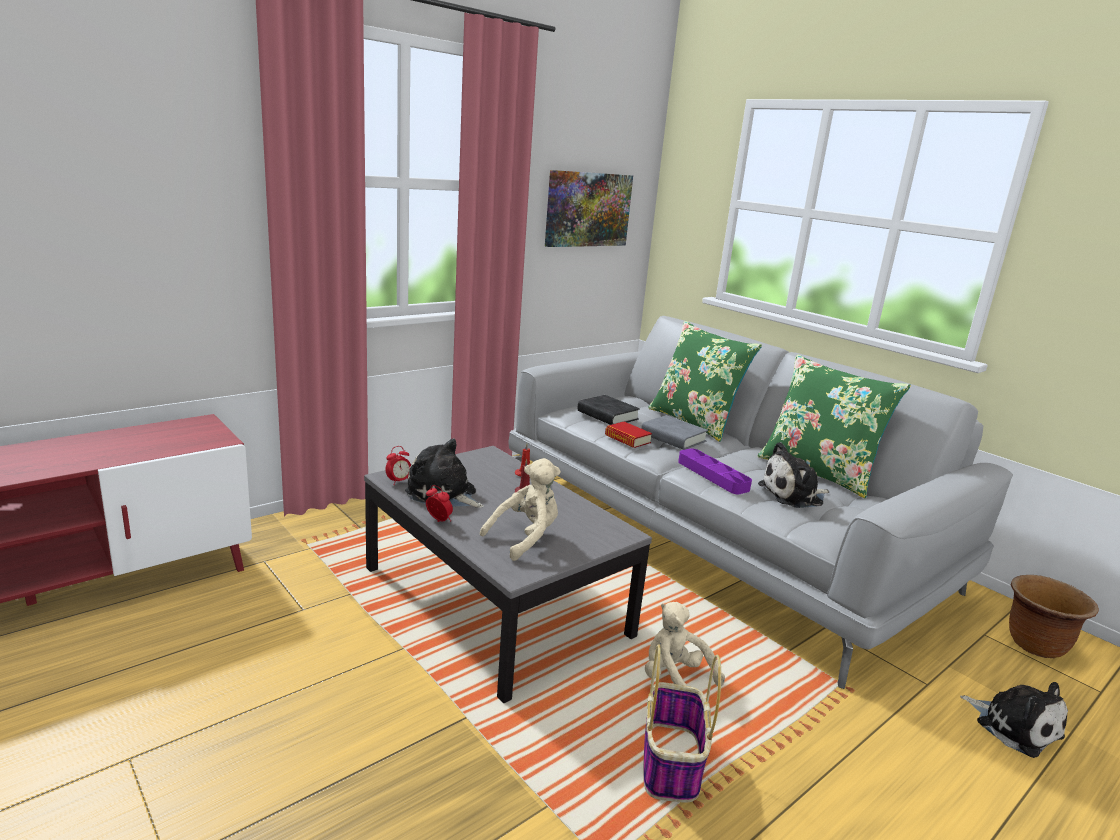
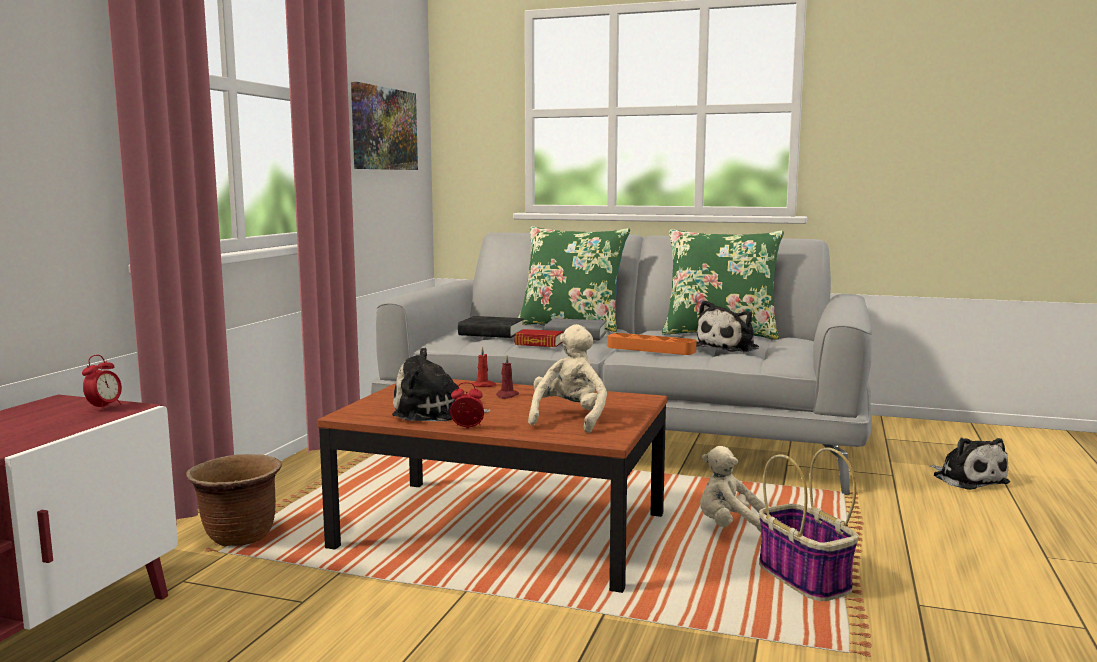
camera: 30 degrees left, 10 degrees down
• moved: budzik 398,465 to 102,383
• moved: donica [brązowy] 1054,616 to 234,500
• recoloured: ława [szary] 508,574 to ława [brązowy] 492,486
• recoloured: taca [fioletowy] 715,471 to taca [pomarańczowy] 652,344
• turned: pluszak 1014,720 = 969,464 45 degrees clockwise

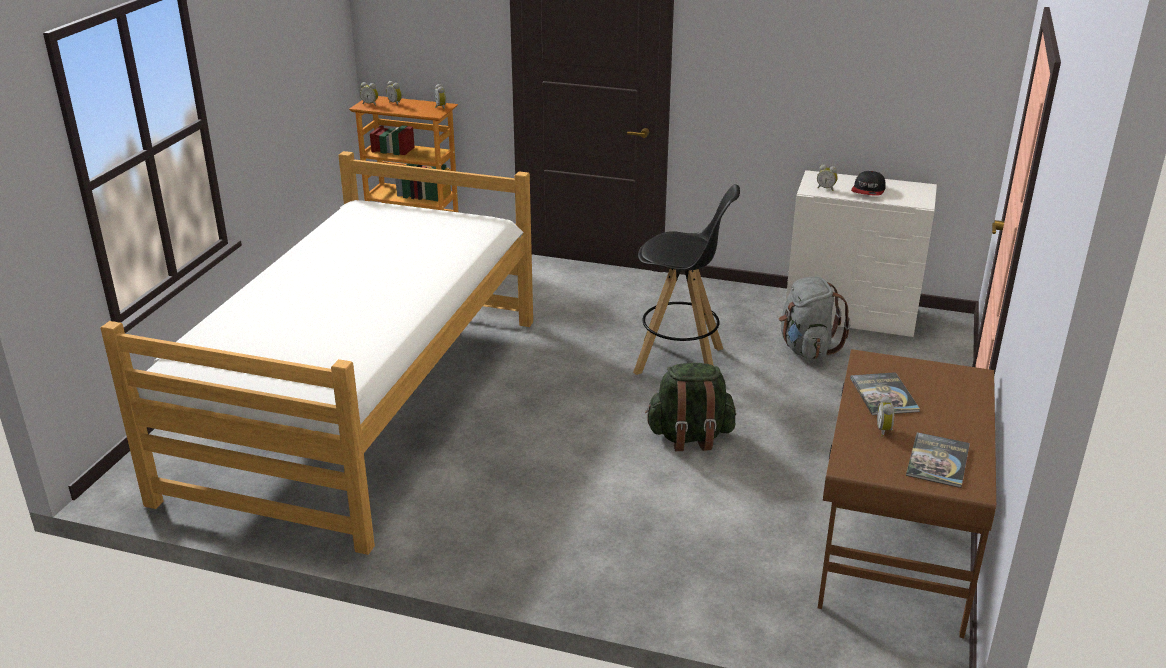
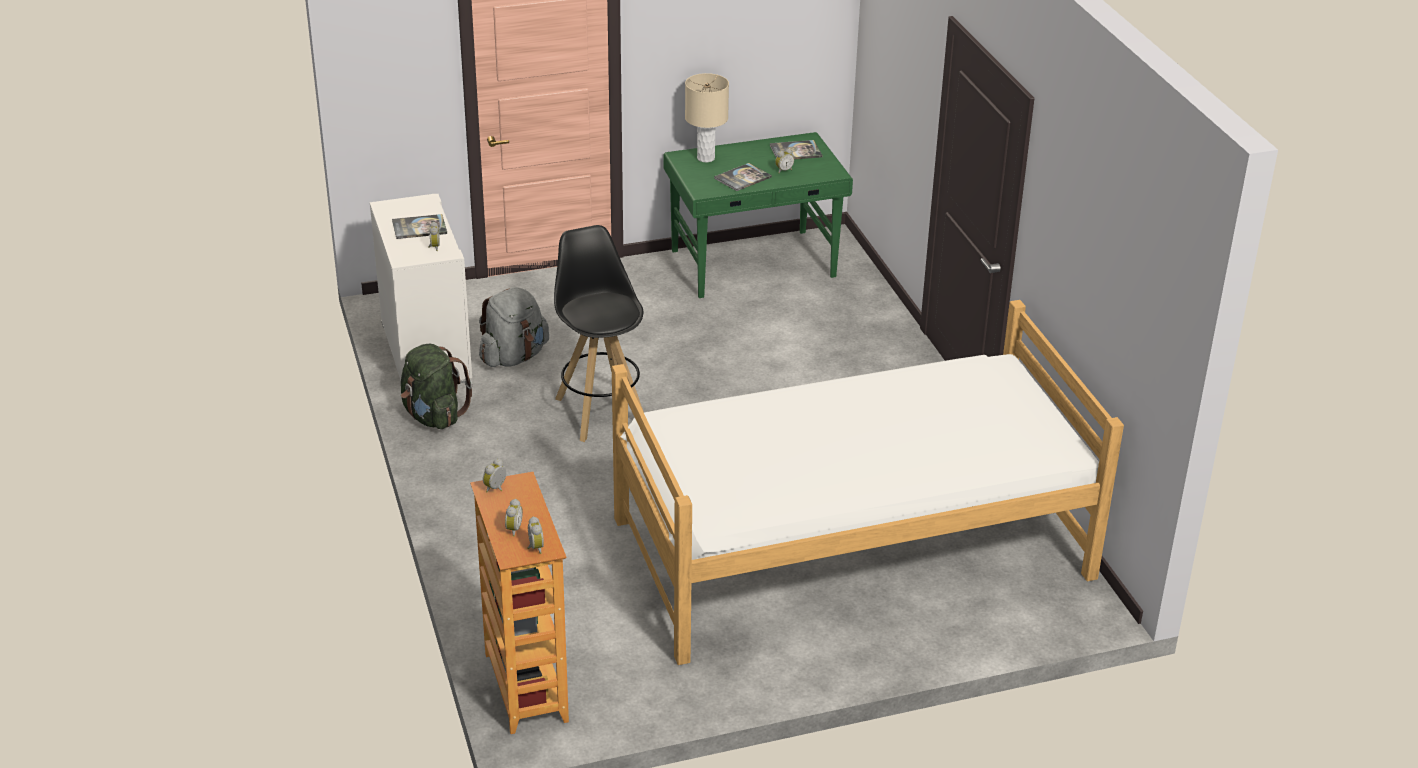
camera: 125 degrees left, 5 degrees up
• replaced: czapka z daszkiem 868,183 to książka 419,226
• moved: plecak [zielony] 690,407 to 437,386
• recoloured: biurko [brązowy] 907,493 to biurko [zielony] 758,215
• added: lampa stołowa [beżowy] 707,117

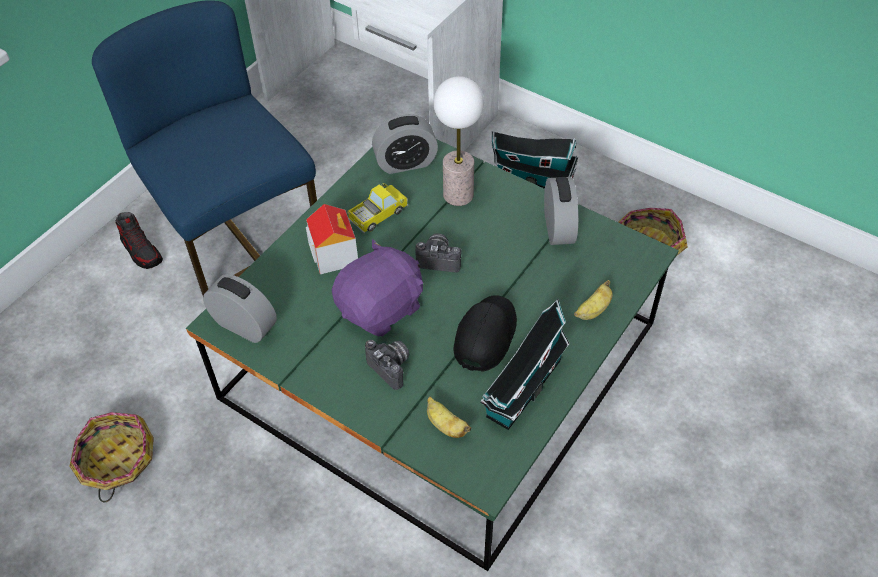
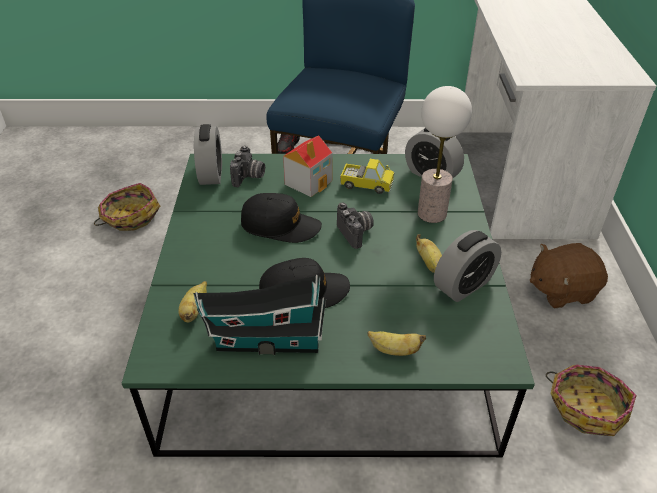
camera: 55 degrees right, 10 degrees down
• moved: aparat fotograficzny 387,365 to 247,166
• replaced: pluszak [fioletowy] 377,288 to czapka z daszkiem [czarny] 281,218
• added: banan 429,253
• replaced: domek 534,160 to pluszak [brązowy] 569,276

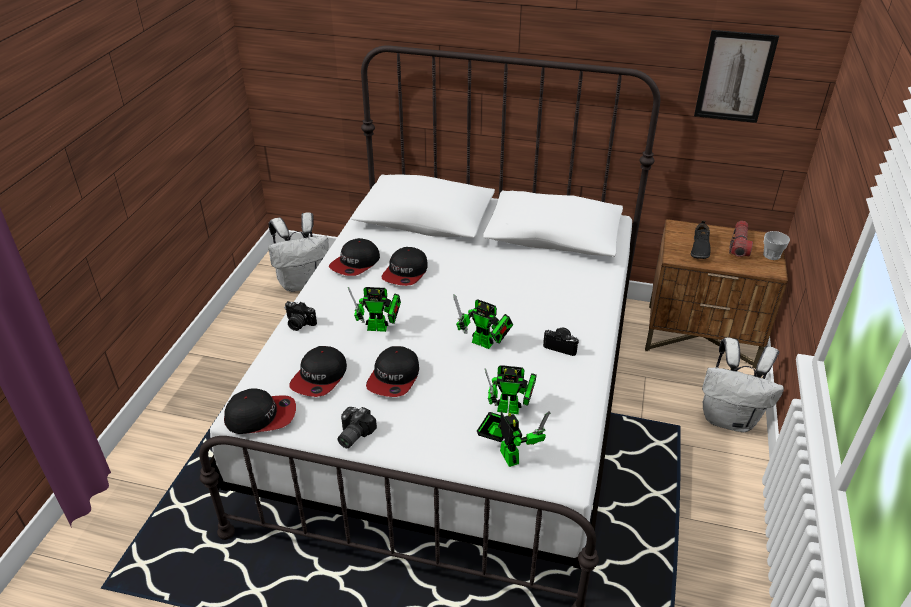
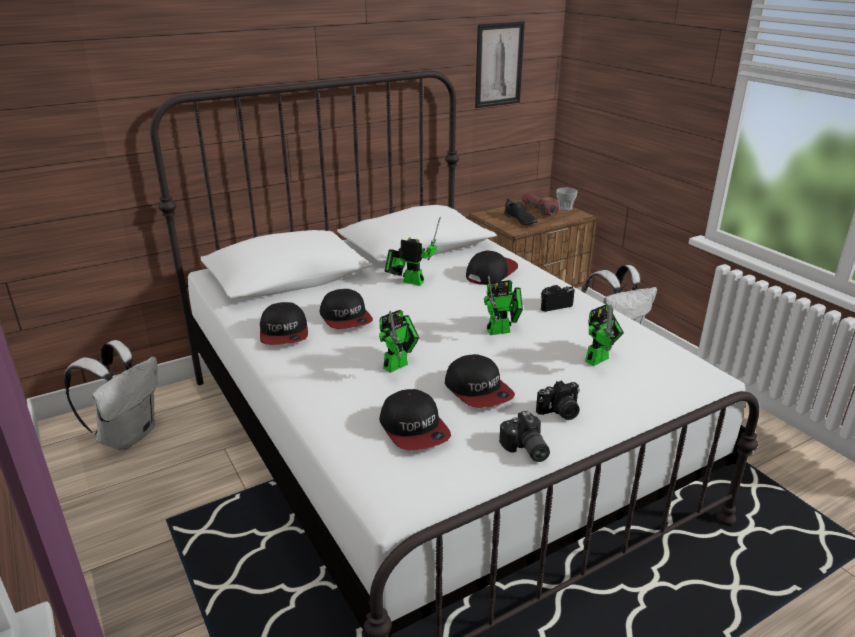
camera: 45 degrees left, 10 degrees down
• moved: robot zabawkowy 513,439 to 413,251
• moved: czapka z daszkiem 260,411 to 492,268
• moved: aparat fotograficzny 300,316 to 558,400

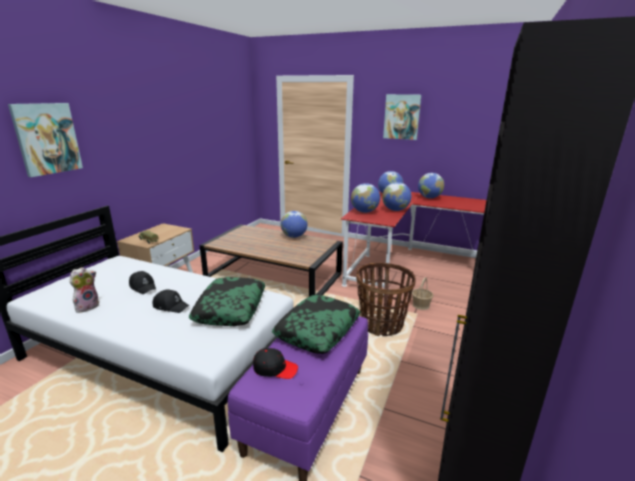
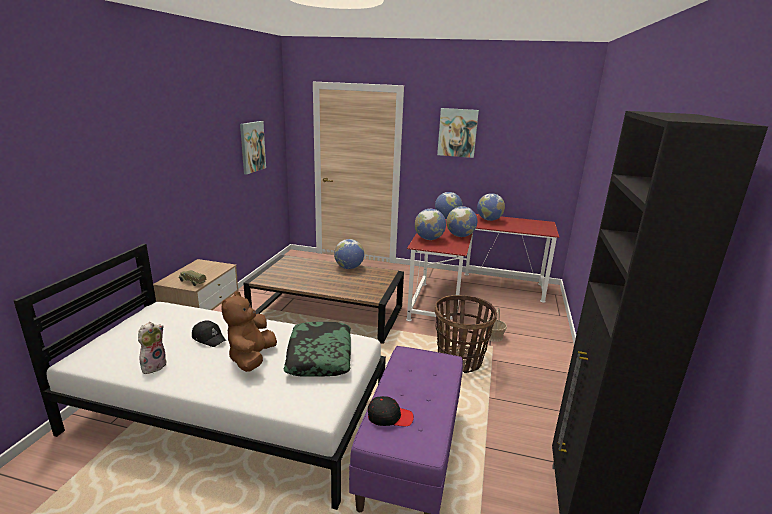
camera: 10 degrees left, 0 degrees up
• replaced: czapka z daszkiem [czarny] 170,301 to pluszak [brązowy] 249,331
• moved: obraz 45,140 to 253,147
• removed: poduszka 316,324

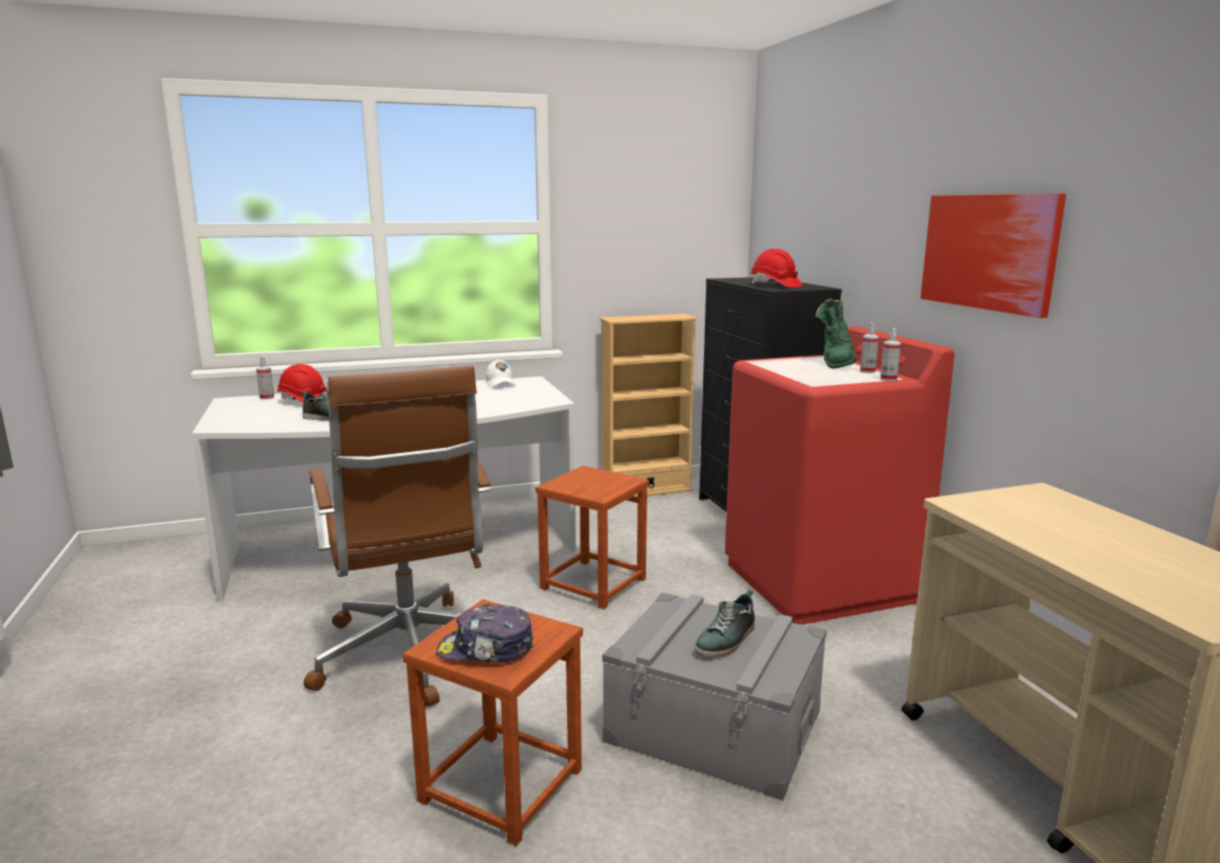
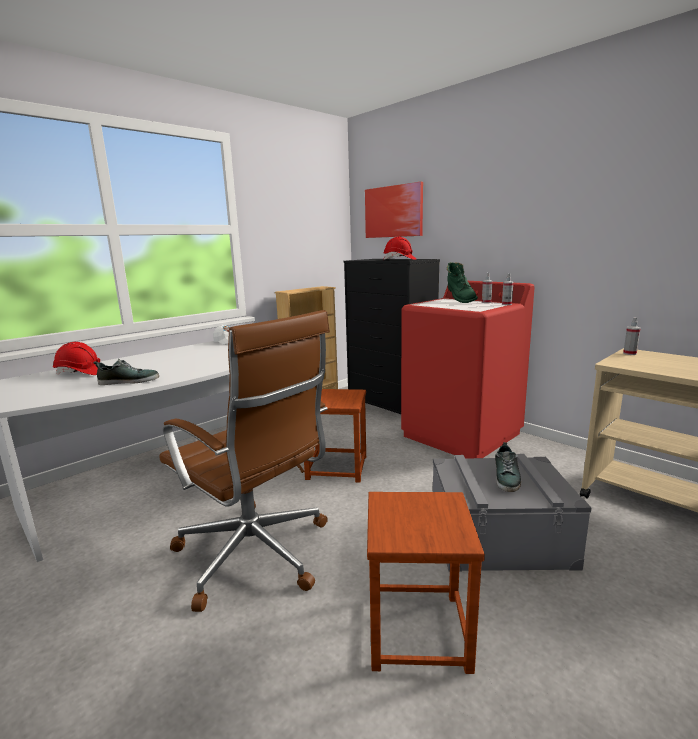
camera: 25 degrees left, 0 degrees up
• moved: obraz 993,256 to 394,210
• moved: spryskiwacz 265,378 to 632,336
• removed: czapka z daszkiem 485,633

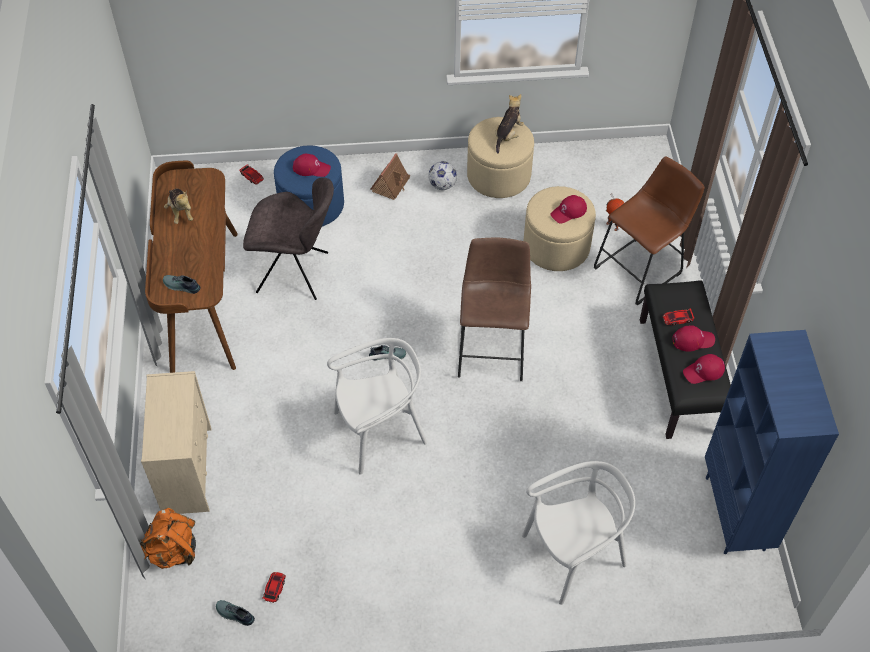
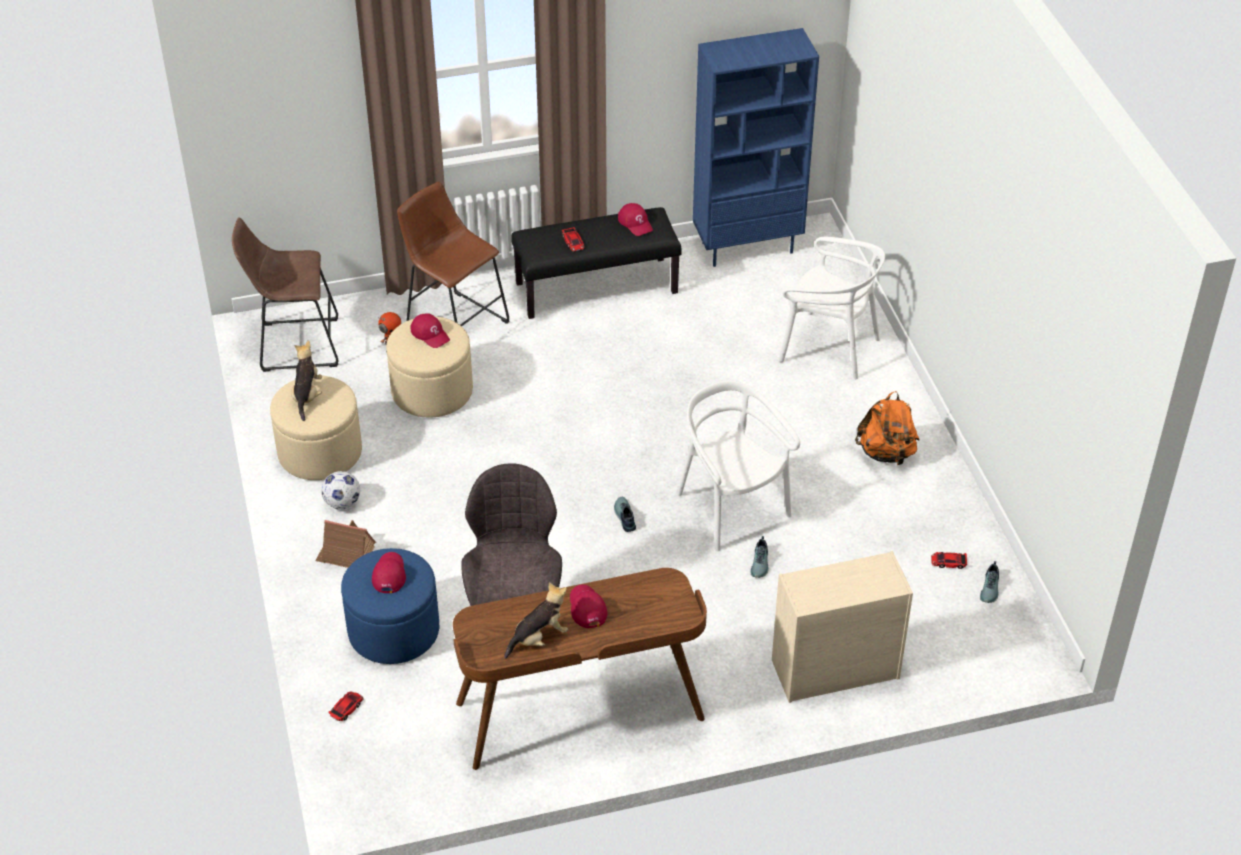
camera: 100 degrees left, 10 degrees down
• moved: stołek [brązowy] 494,309 to 285,294
• turned: pluszak 509,124 = 306,380 75 degrees clockwise
• moved: czapka z daszkiem [czerwony] 693,338 to 588,606
• moved: but 182,284 to 760,557
• turned: krzesło [biały] 578,533 = 832,308 150 degrees clockwise
• moved: plecak [pomarańczowy] 167,538 to 887,428

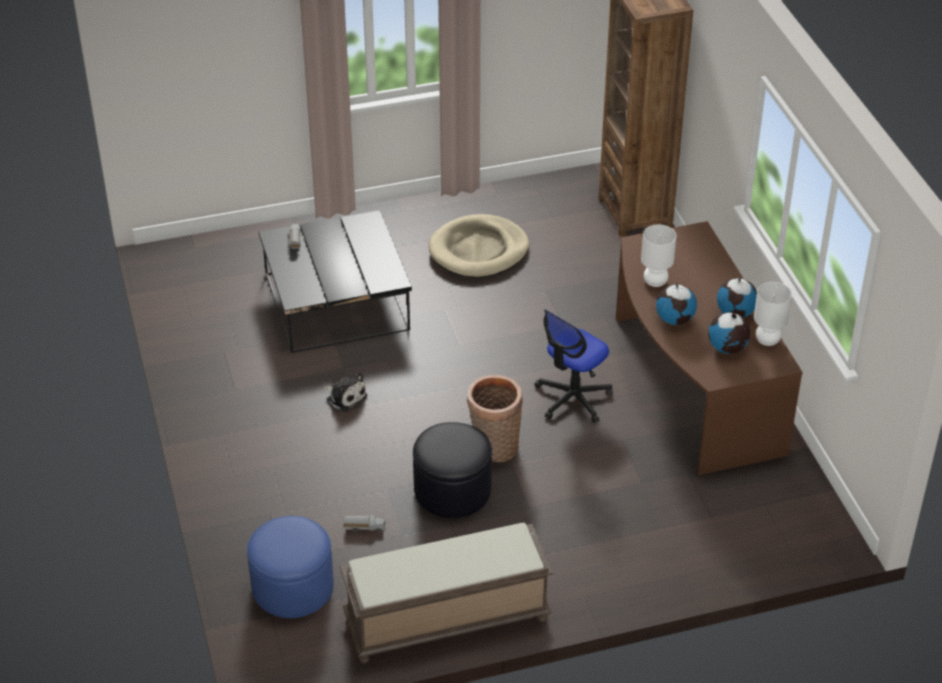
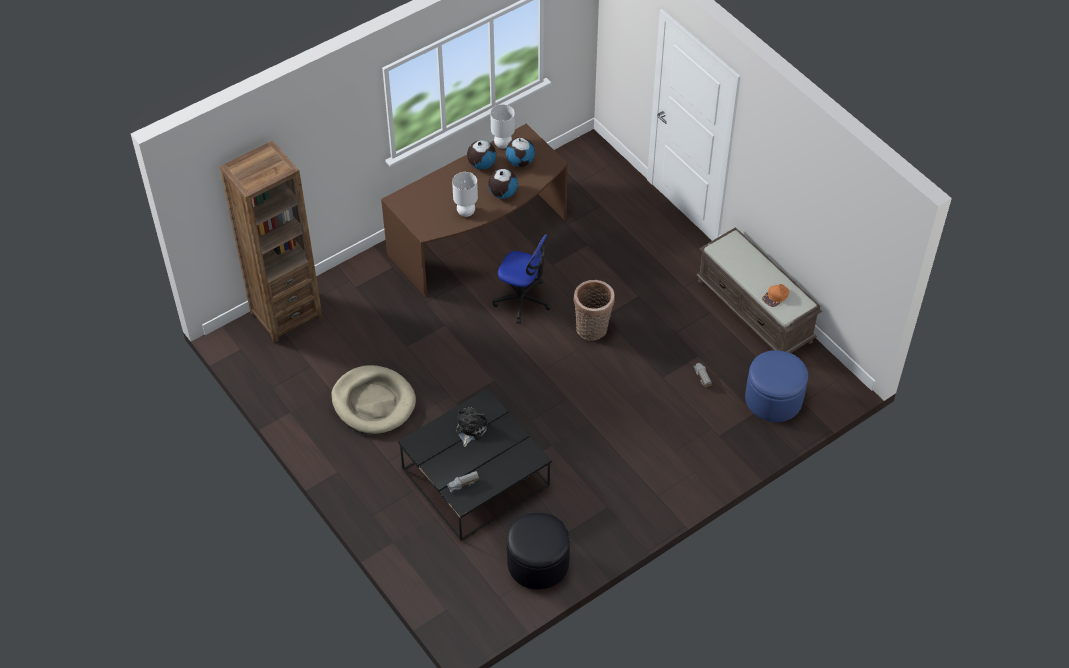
camera: 110 degrees left, 10 degrees up
• moved: pluszak 345,392 to 472,427
• moved: pufa [czarny] 452,470 to 538,550
• added: czapka z daszkiem [pomarańczowy] 775,295

